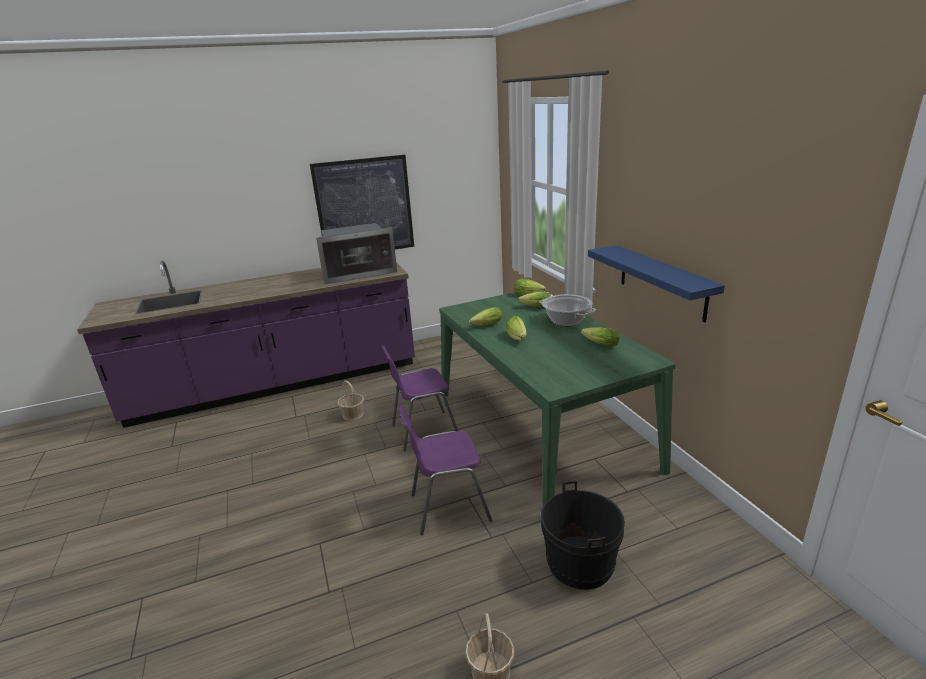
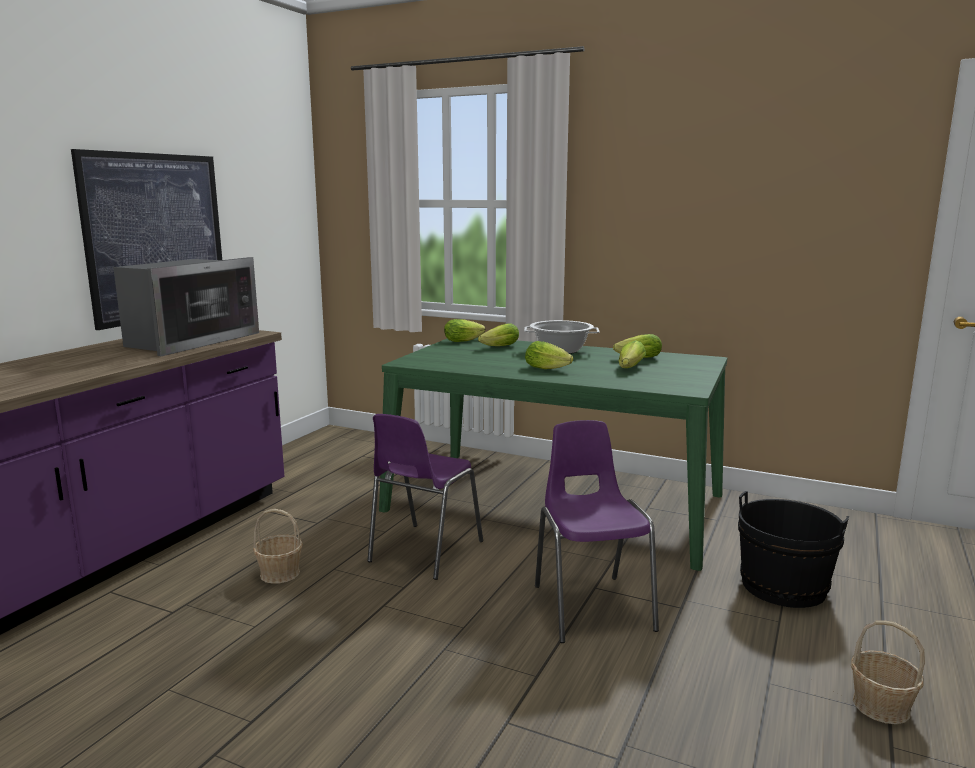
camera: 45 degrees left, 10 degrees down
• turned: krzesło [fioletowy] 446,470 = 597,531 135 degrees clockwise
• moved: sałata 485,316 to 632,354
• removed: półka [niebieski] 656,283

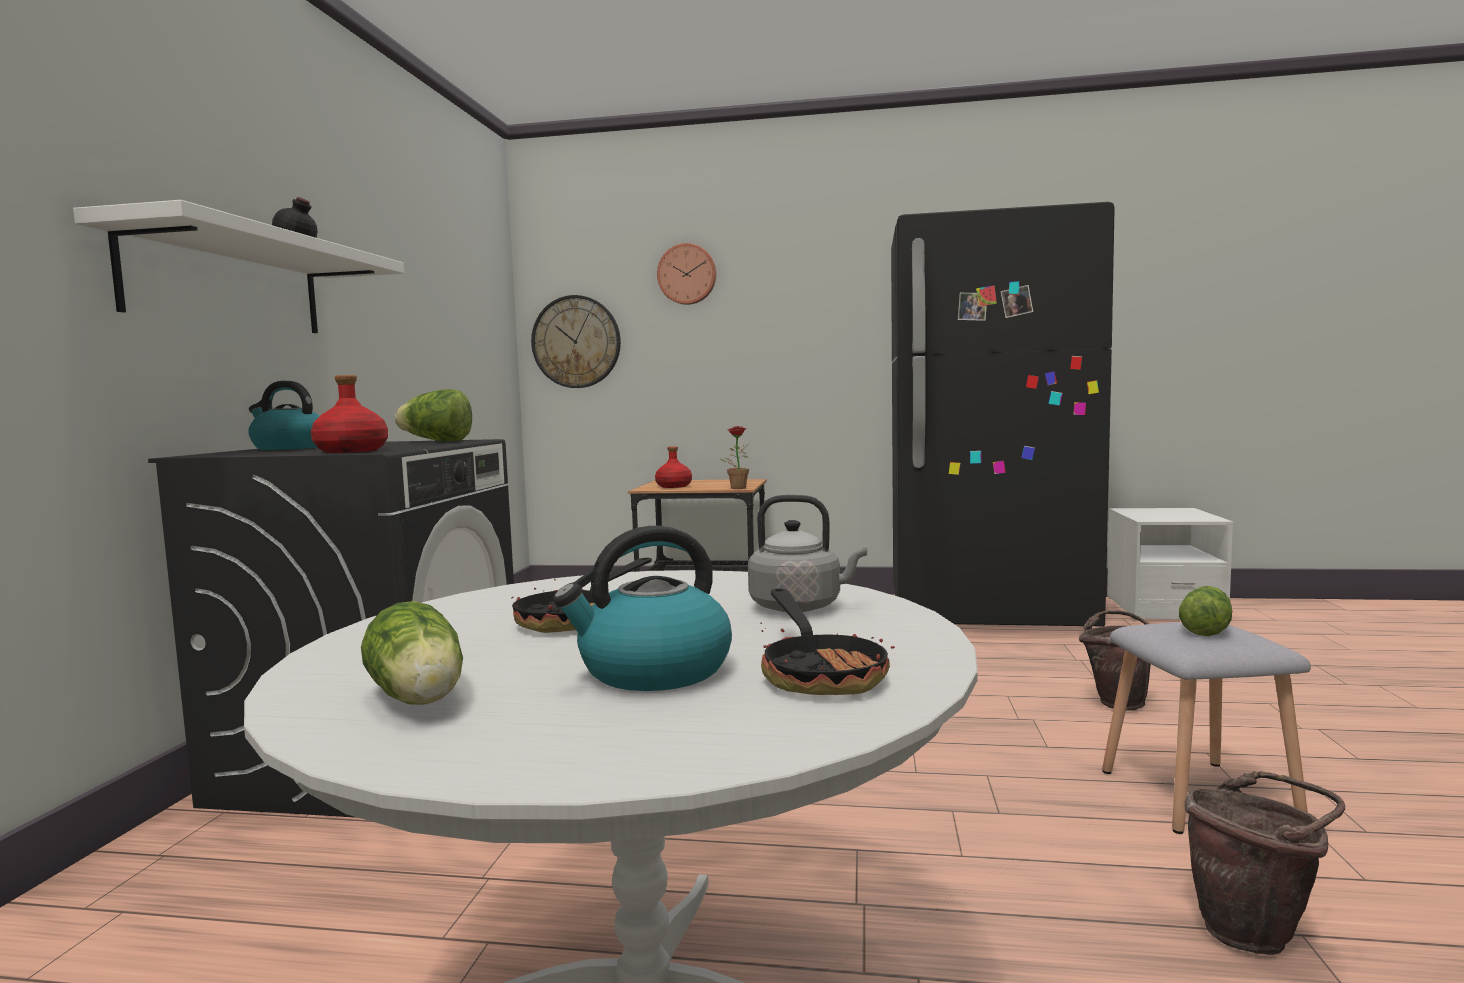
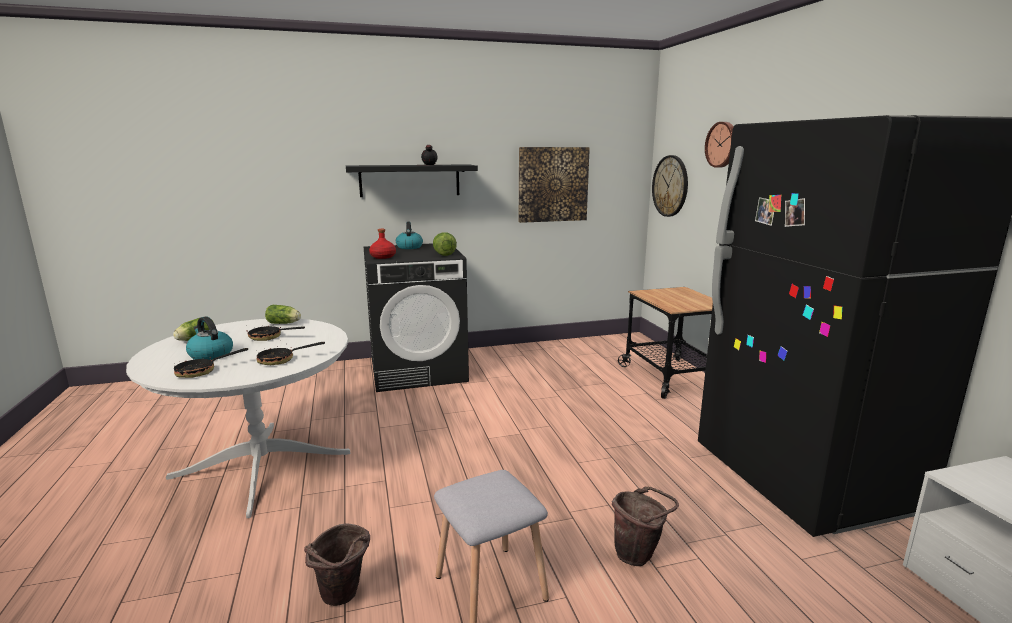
camera: 65 degrees right, 10 degrees up
• replaced: czajnik [szary] 807,553 to patelnia 290,353
• moved: sałata 1205,611 to 283,314
• recoloured: półka [biały] 238,266 to półka [czarny] 412,180
• added: obraz 554,185
• removed: butelka [czerwony] 673,467
• removed: roślina doniczkowa 734,457

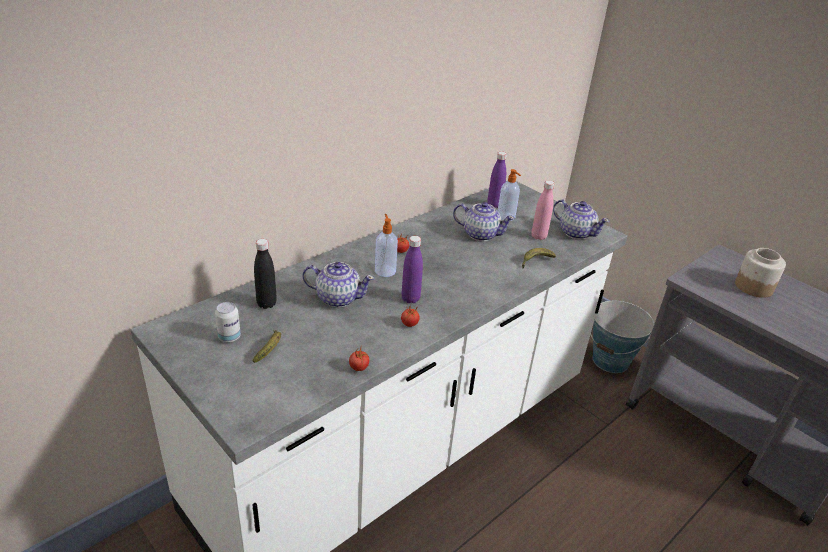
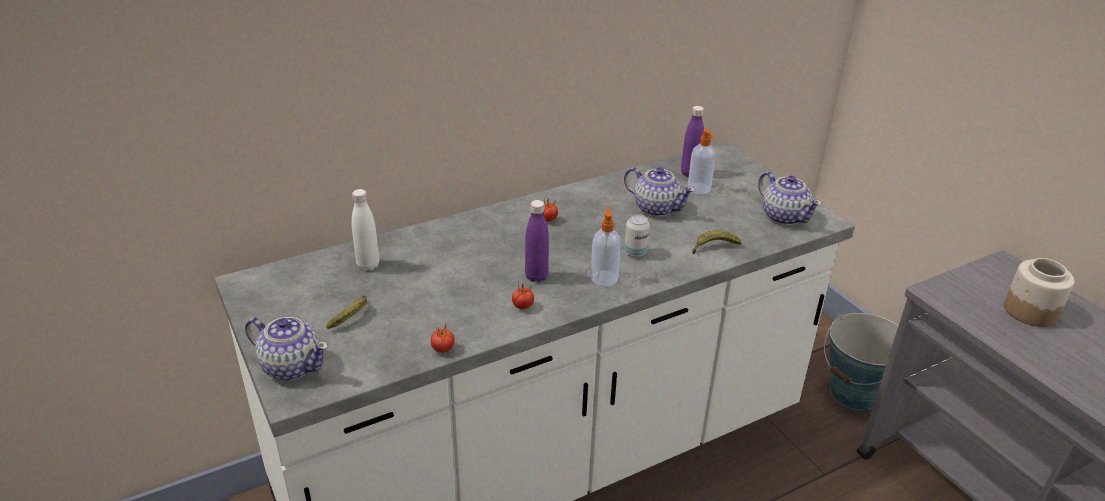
camera: 15 degrees right, 0 degrees up
• moved: imbryk 338,284 to 286,348
• recoloured: butelka [czarny] 265,274 to butelka [biały] 365,230
• moved: dozownik mydła 386,245 to 606,246
• moved: puszka 228,322 to 637,235
• removed: butelka [różowy] 543,210

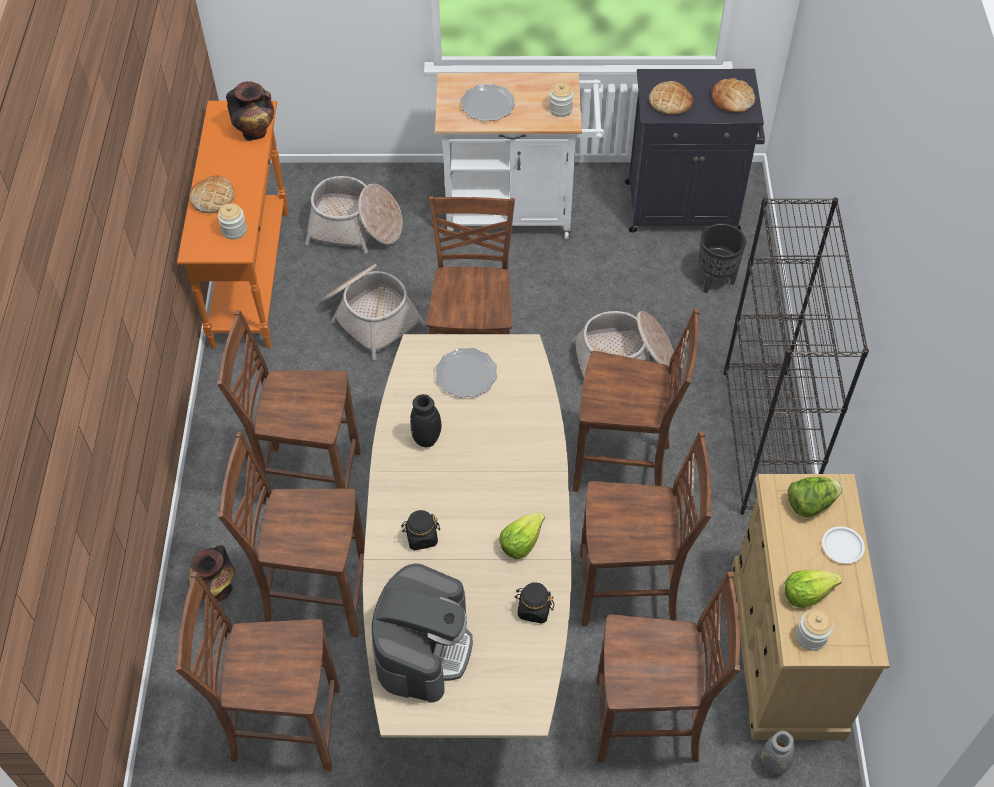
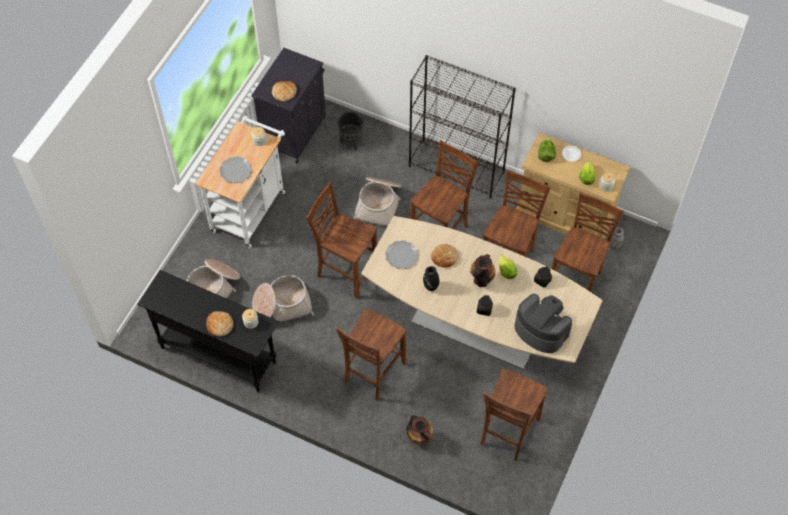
camera: 65 degrees left, 5 degrees up
• recoloured: stolik konsolowy [pomarańczowy] 233,224 to stolik konsolowy [czarny] 208,331
• moved: chleb 733,95 to 444,256
• moved: wazon 250,111 to 482,270
• removed: krzesło [brązowy] 291,535

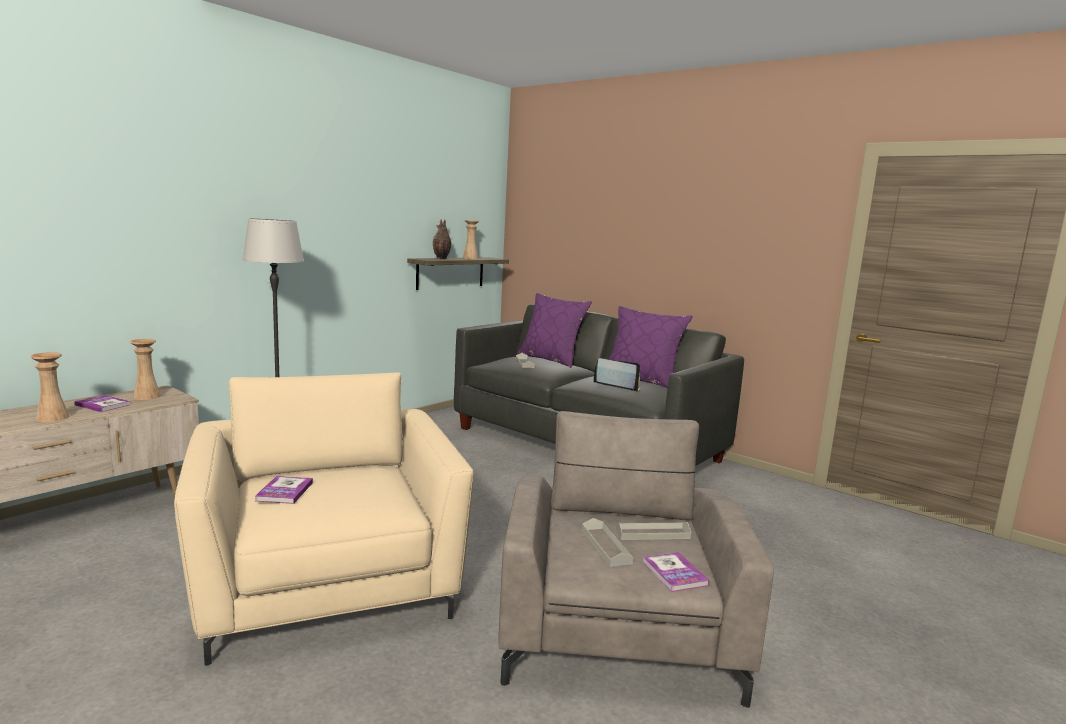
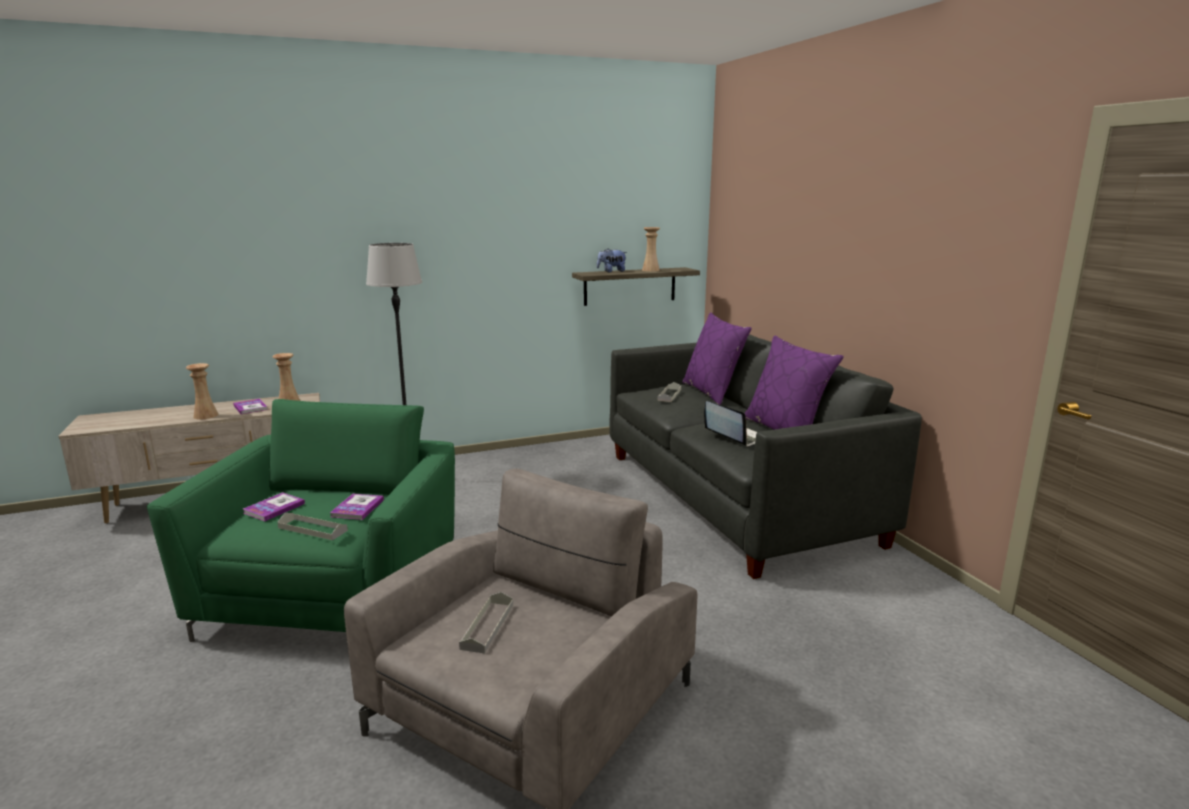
camera: 30 degrees right, 5 degrees up
• recoloured: fotel [beżowy] 324,519 to fotel [zielony] 301,520
• moved: taca [szary] 653,531 to 312,526
• moved: książka 676,572 to 357,506
• replaced: wazon 442,239 to pluszak 612,260

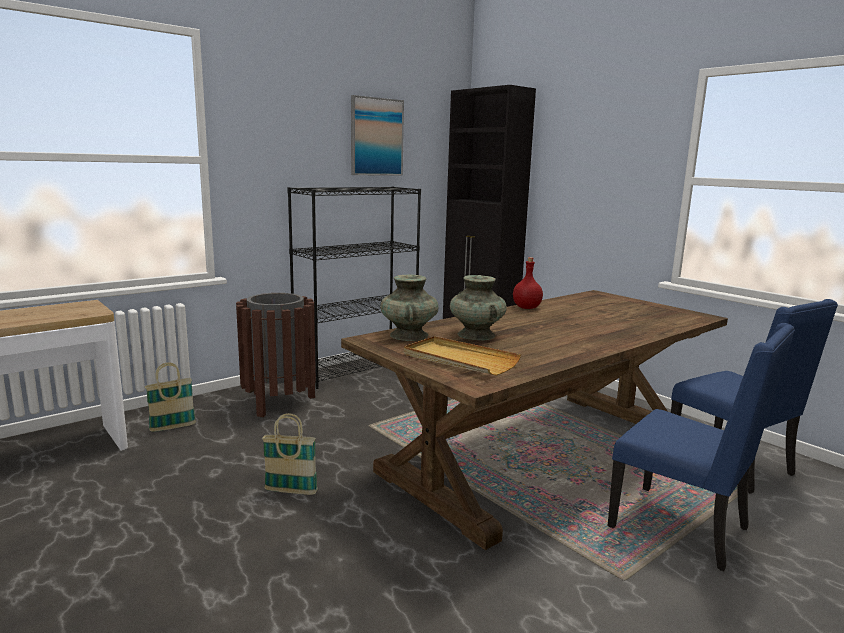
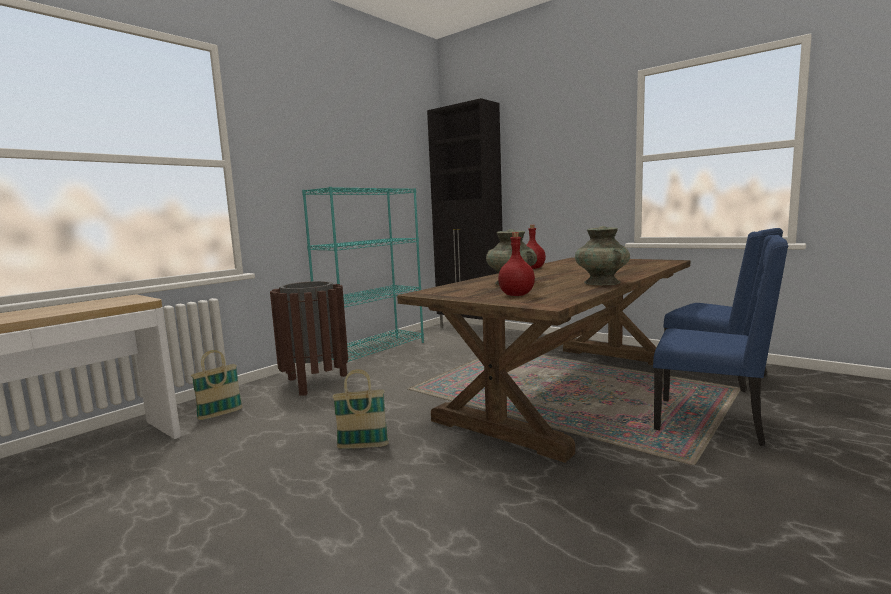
camera: 10 degrees left, 5 degrees down
• recoloured: regał [czarny] 354,287 to regał [turkusowy] 363,275
• replaced: taca [beżowy] 462,356 to butelka [czerwony] 516,264
• moved: wazon [turkusowy] 409,308 to 602,255
• removed: obraz 377,135

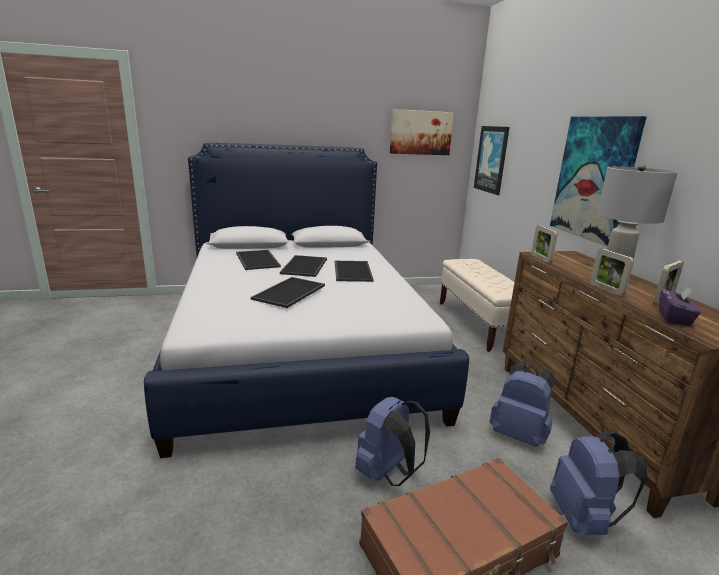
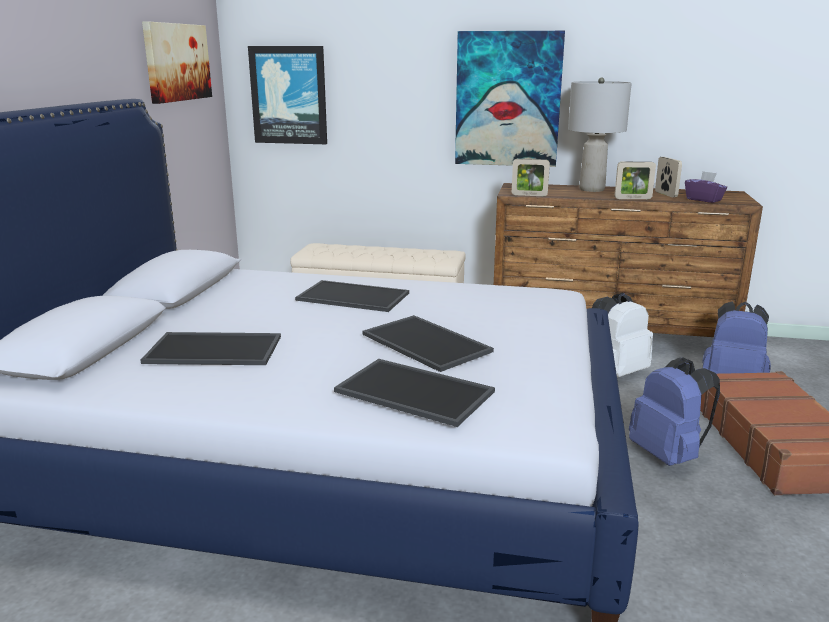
camera: 65 degrees left, 0 degrees up
• moved: taca 303,266 to 414,393
• recoloured: plecak [niebieski] 523,404 to plecak [biały] 622,335

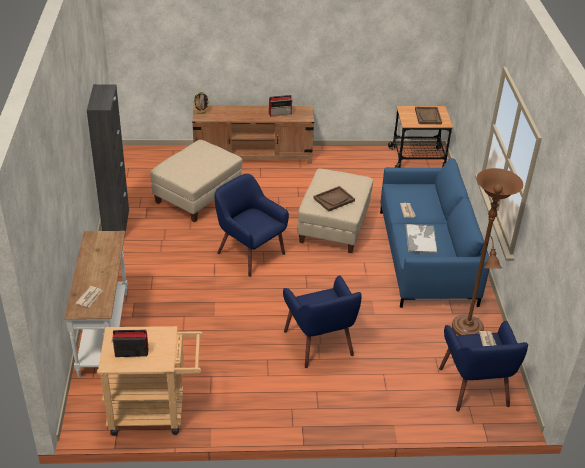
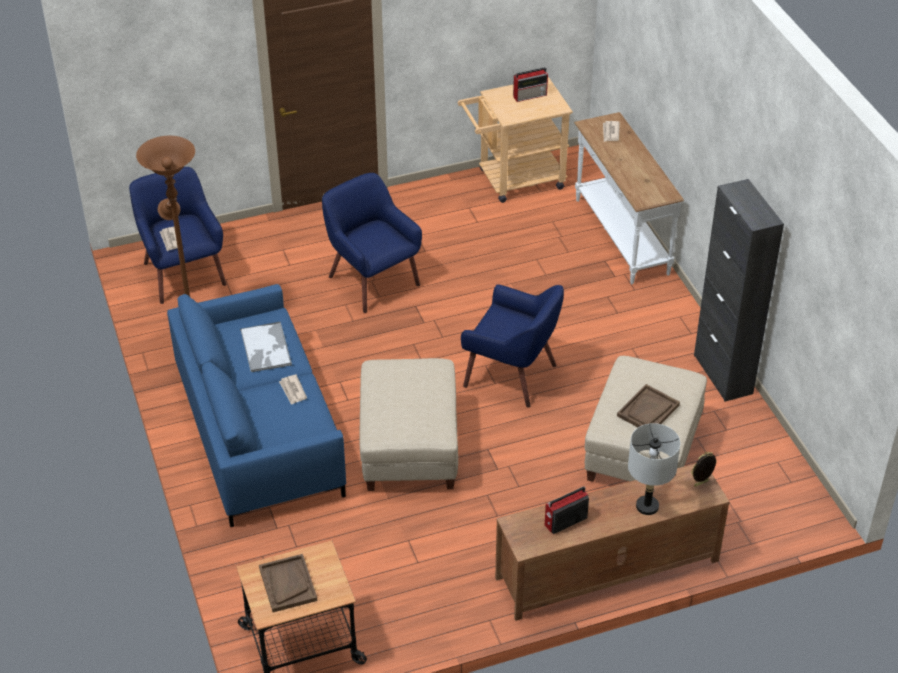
camera: 165 degrees right, 5 degrees up
• moved: taca [brązowy] 334,199 to 648,405
• added: lampa stołowa [szary] 654,469

